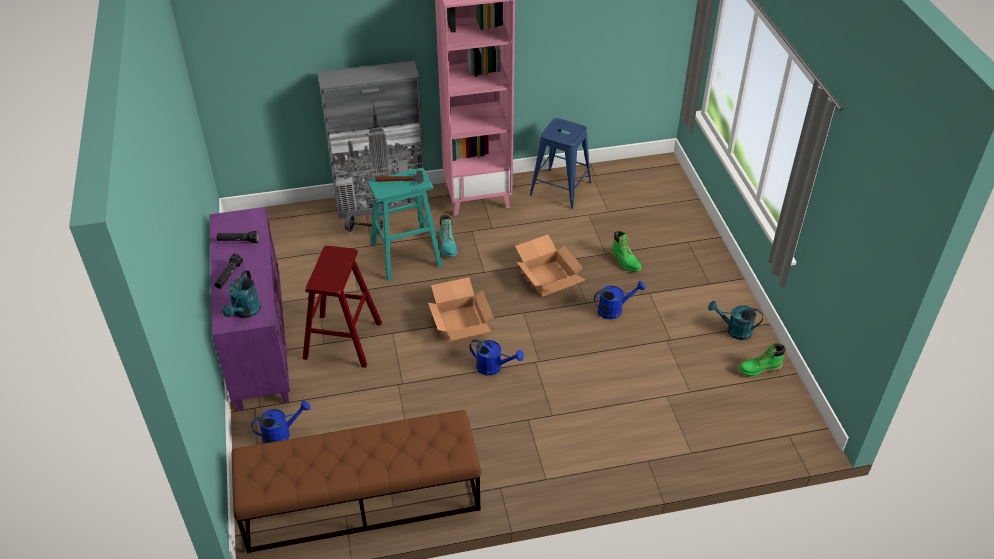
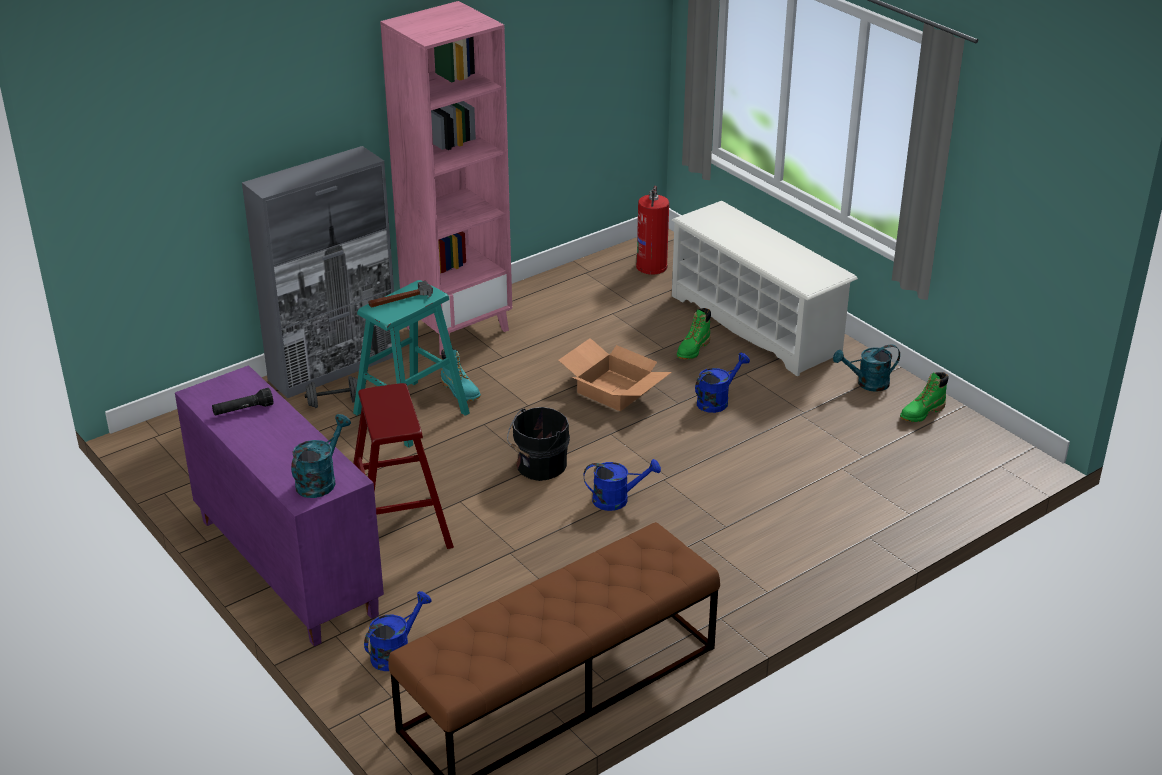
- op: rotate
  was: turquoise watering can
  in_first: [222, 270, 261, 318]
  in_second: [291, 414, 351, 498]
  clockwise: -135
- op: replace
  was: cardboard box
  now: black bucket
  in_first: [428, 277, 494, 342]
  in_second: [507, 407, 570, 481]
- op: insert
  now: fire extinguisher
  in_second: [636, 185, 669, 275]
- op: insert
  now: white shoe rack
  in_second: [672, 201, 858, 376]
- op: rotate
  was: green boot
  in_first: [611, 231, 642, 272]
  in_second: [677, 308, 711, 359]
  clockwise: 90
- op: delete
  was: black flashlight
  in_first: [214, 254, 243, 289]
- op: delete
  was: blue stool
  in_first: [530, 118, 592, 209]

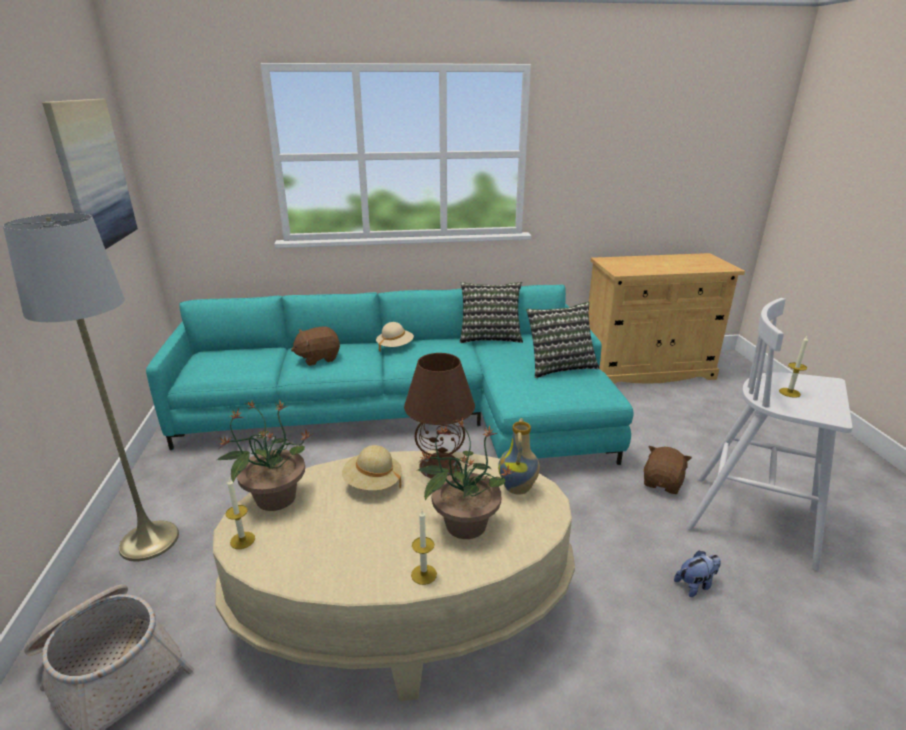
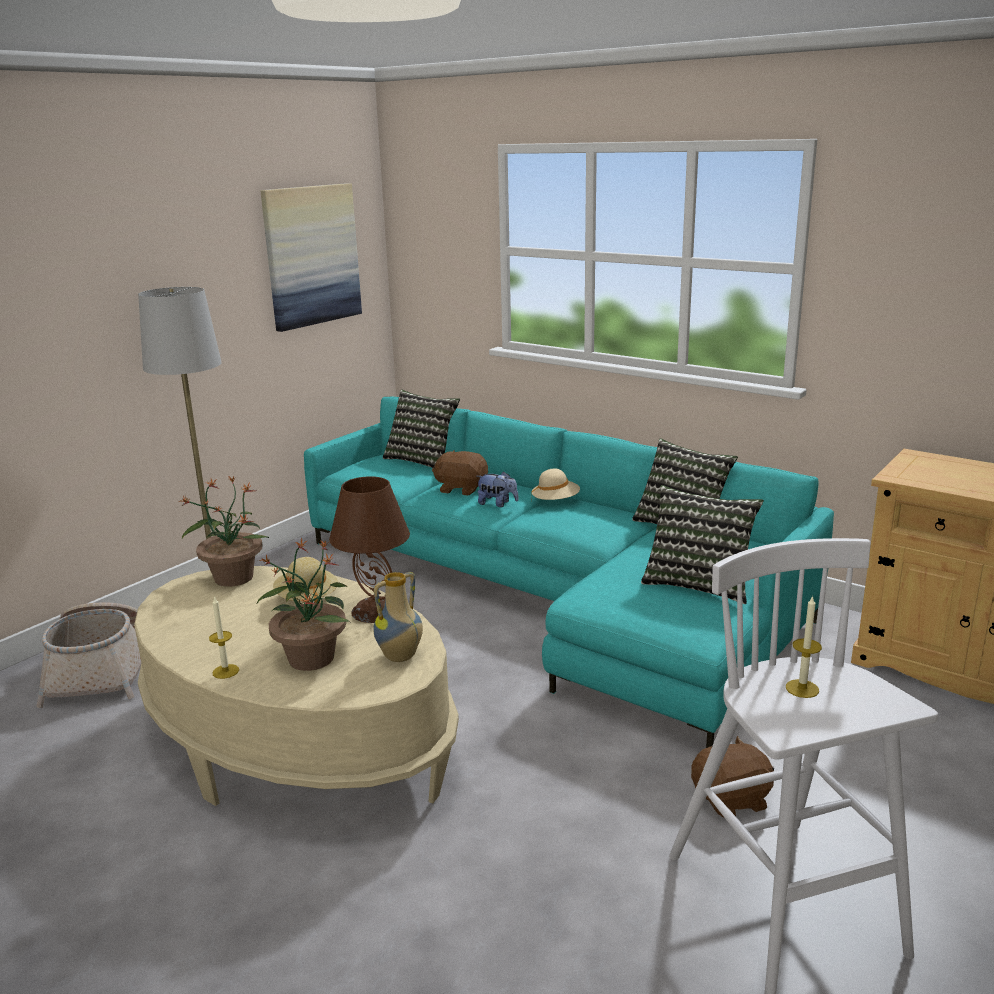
- op: insert
  now: pillow
  in_second: [383, 390, 460, 468]
- op: move
  was: plush toy
  in_first: [674, 551, 721, 597]
  in_second: [477, 471, 518, 507]
- op: delete
  was: candle
  in_first: [225, 479, 255, 549]

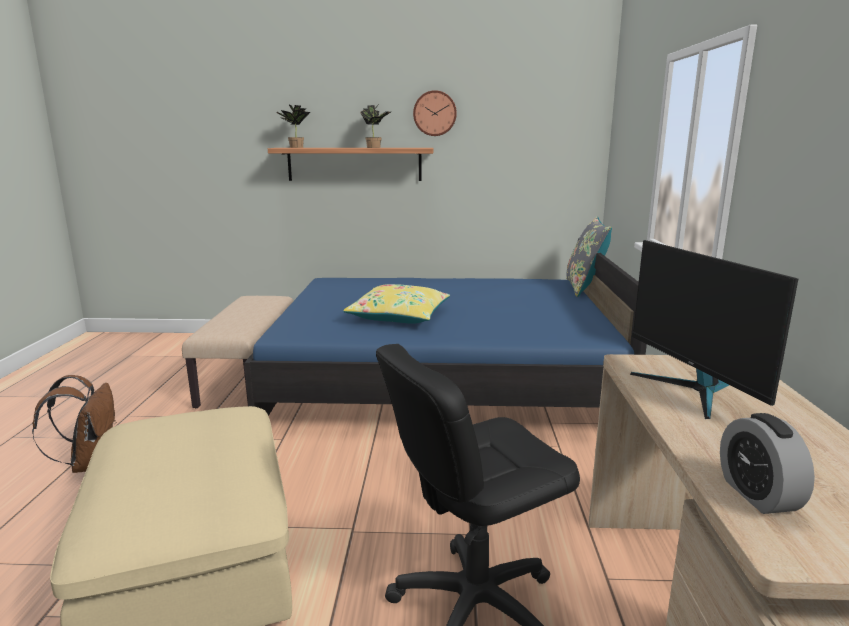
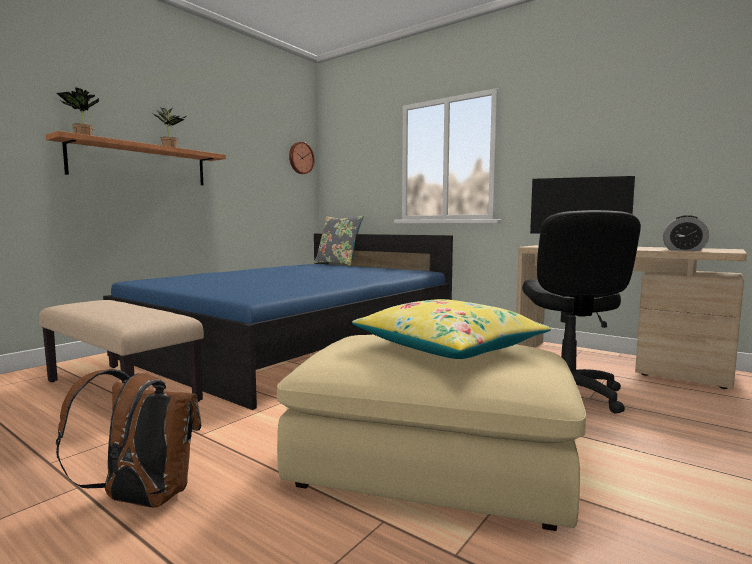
- op: move
  was: wall clock
  in_first: [413, 90, 457, 136]
  in_second: [289, 142, 314, 174]
- op: move
  was: yellow pillow
  in_first: [343, 284, 450, 324]
  in_second: [352, 299, 551, 359]

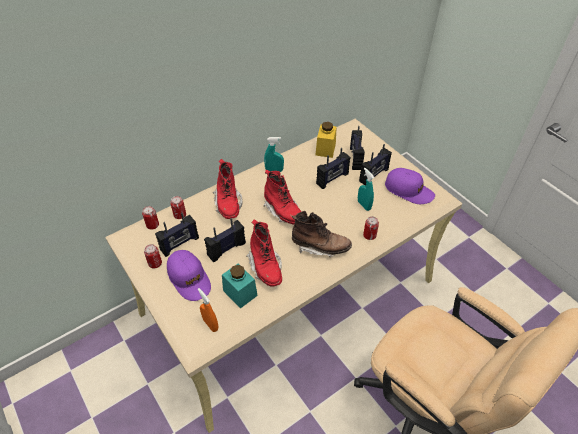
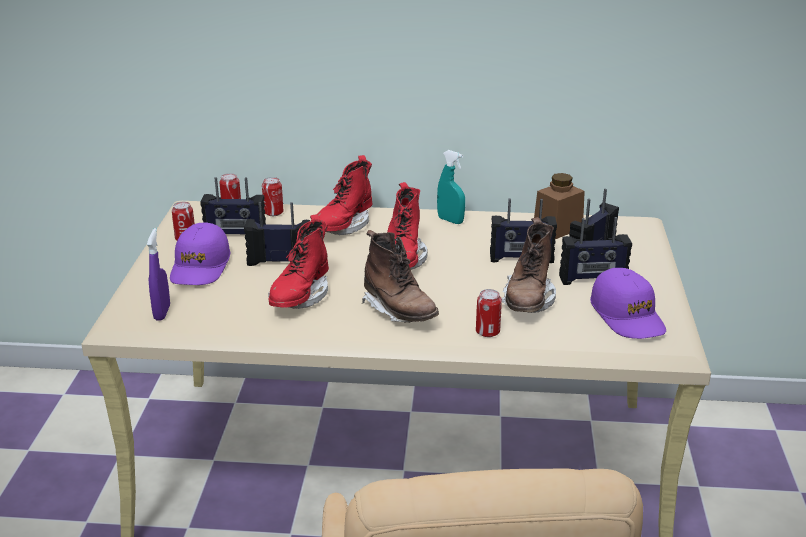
- op: recolor
  was: orange spray bottle
  now: purple spray bottle
  in_first: [198, 288, 218, 332]
  in_second: [147, 228, 170, 320]
- op: replace
  was: turquoise spray bottle
  now: brown boot
  in_first: [358, 168, 374, 211]
  in_second: [501, 217, 556, 313]
- op: recolor
  was: yellow jar
  now: brown jar
  in_first: [315, 122, 337, 158]
  in_second: [534, 173, 585, 239]
- op: delete
  was: turquoise jar
  in_first: [222, 264, 258, 309]

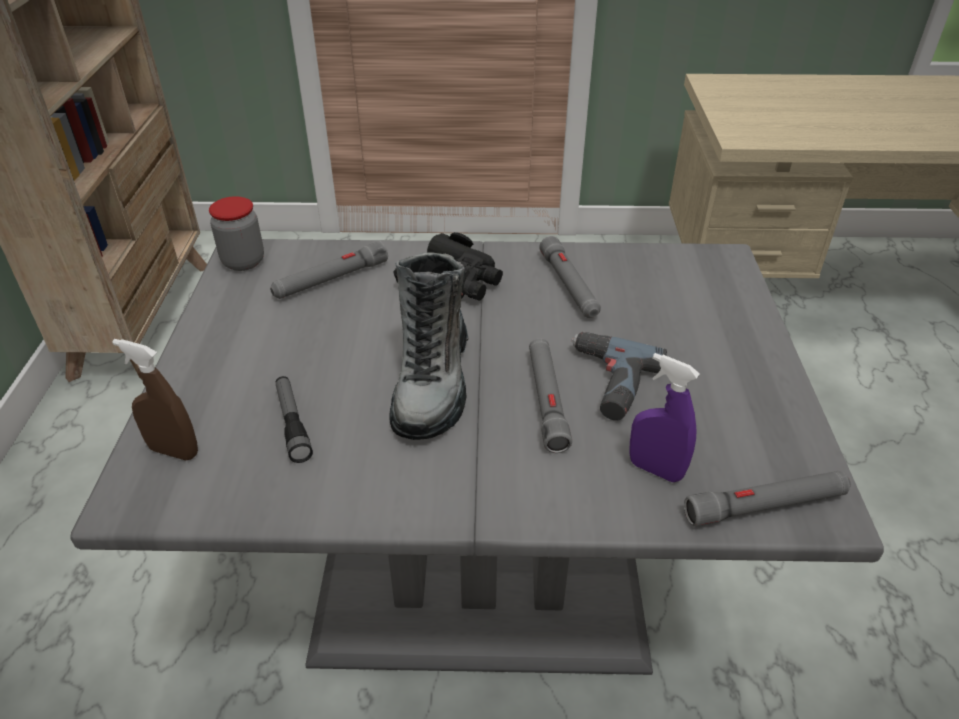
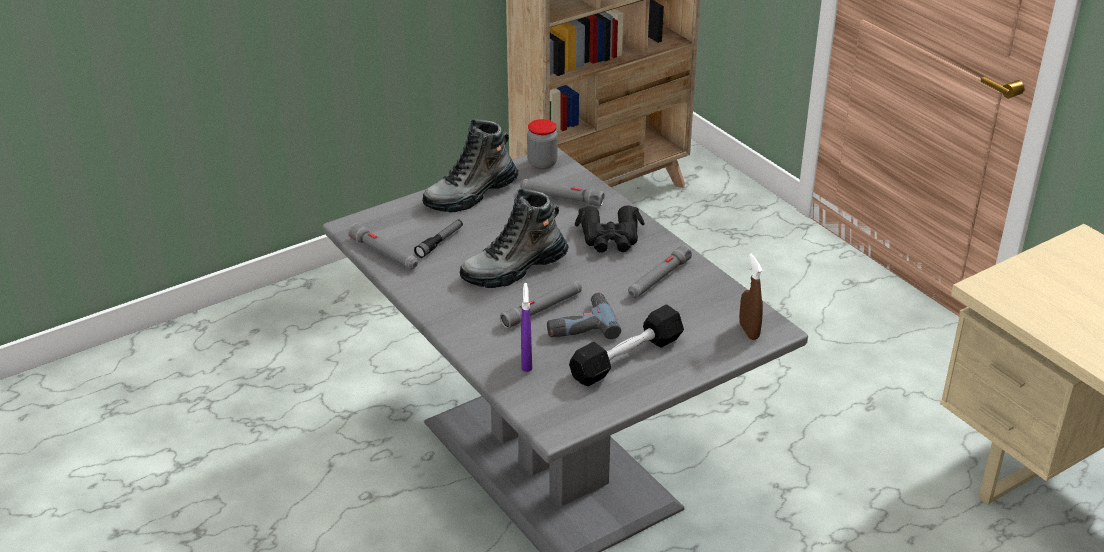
- op: move
  was: grey flashlight
  in_first: [684, 471, 851, 527]
  in_second: [348, 223, 418, 270]
- op: insert
  now: boot
  in_second: [422, 119, 518, 212]
- op: insert
  now: black dumbbell
  in_second: [569, 305, 684, 386]
- op: move
  was: brown spray bottle
  in_first: [112, 339, 198, 461]
  in_second: [739, 254, 763, 340]

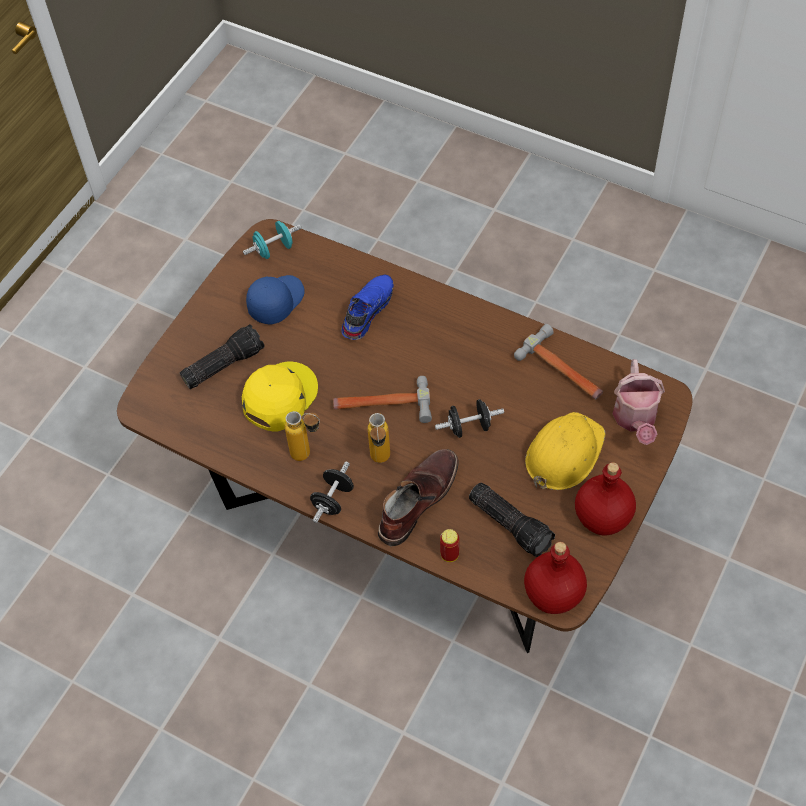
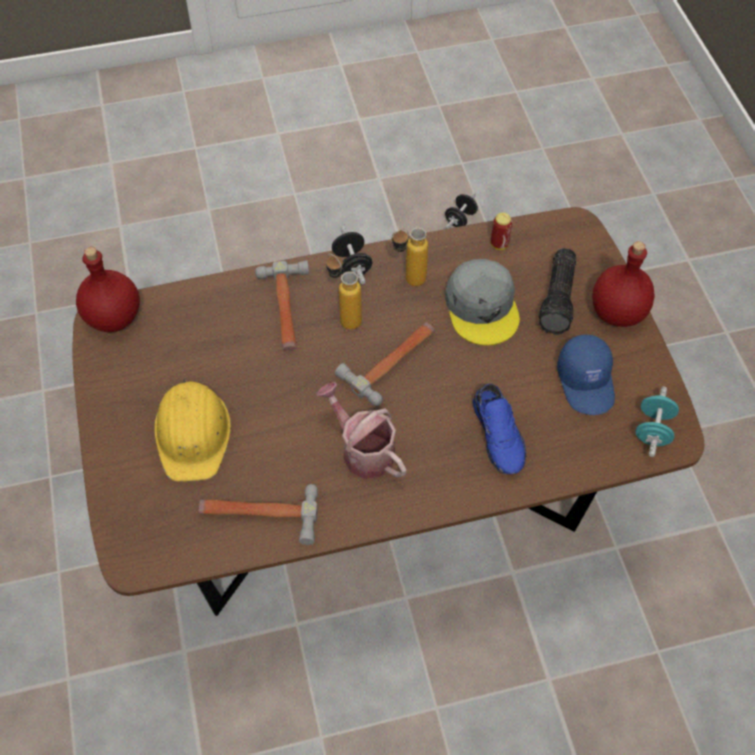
- op: replace
  was: brown boot
  now: hammer
  in_first: [378, 449, 459, 546]
  in_second: [255, 260, 309, 351]
- op: move
  was: watering can
  in_first: [613, 359, 665, 445]
  in_second: [317, 382, 406, 479]
- op: move
  was: black dumbbell
  in_first: [435, 399, 504, 438]
  in_second: [445, 193, 478, 229]
- op: recolor
  was: yellow cap
  now: grey cap
  in_first: [242, 361, 318, 431]
  in_second: [445, 259, 520, 345]
- op: move
  was: can
  in_first: [440, 529, 459, 562]
  in_second: [491, 213, 512, 250]
- op: move
  was: red bottle
  in_first: [575, 462, 636, 535]
  in_second: [592, 241, 655, 327]
- op: delete
  was: flashlight
  in_first: [469, 483, 555, 557]

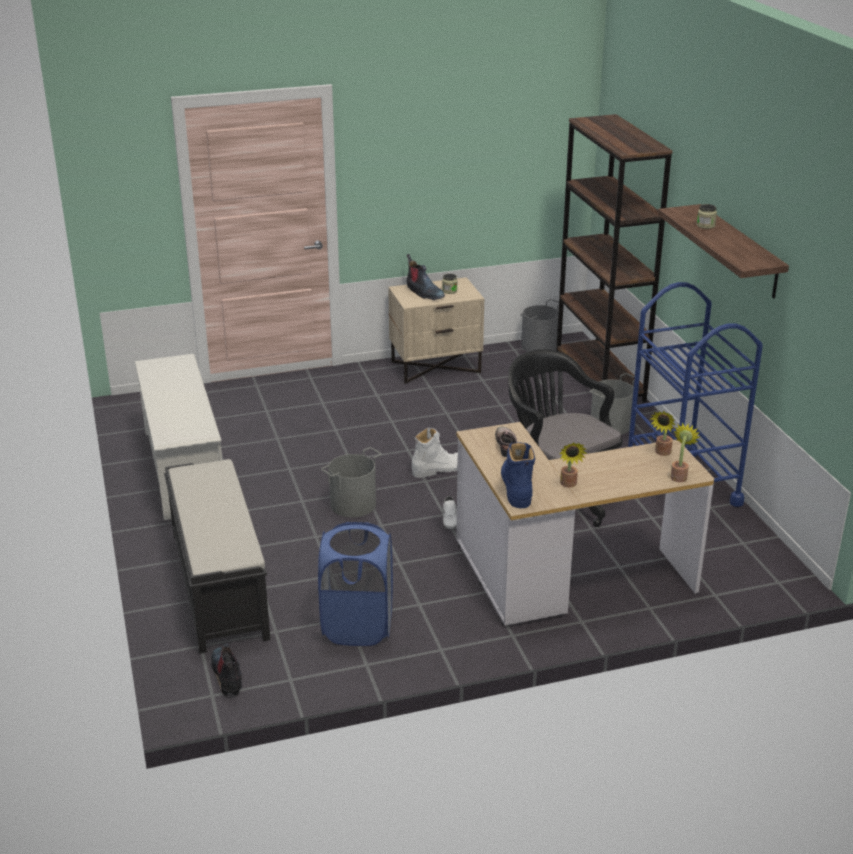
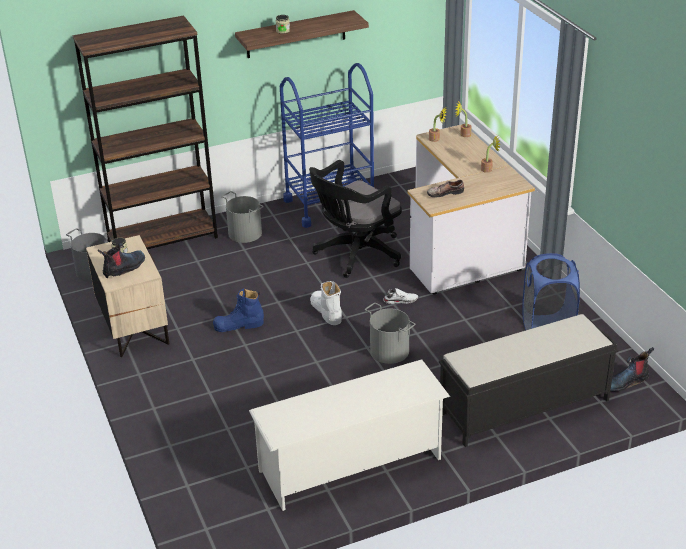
- op: move
  was: blue boot
  in_first: [501, 442, 535, 508]
  in_second: [213, 288, 264, 332]

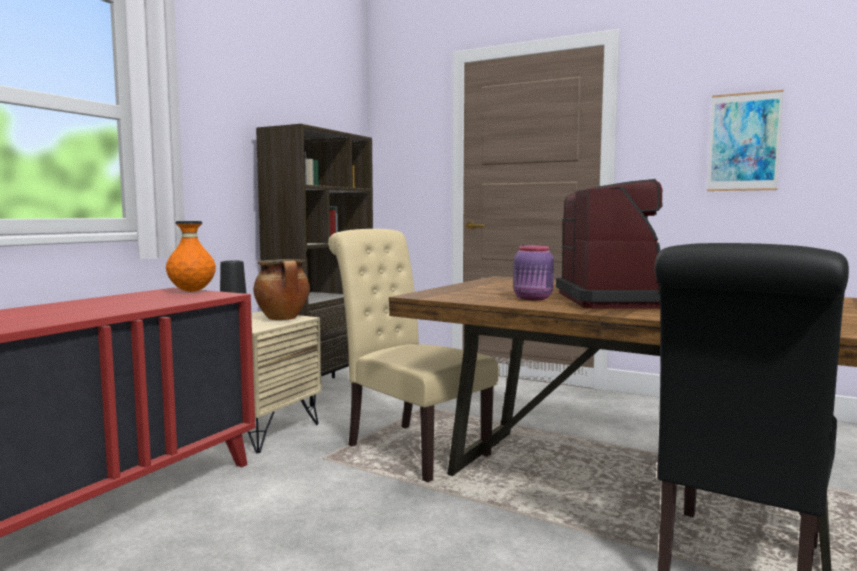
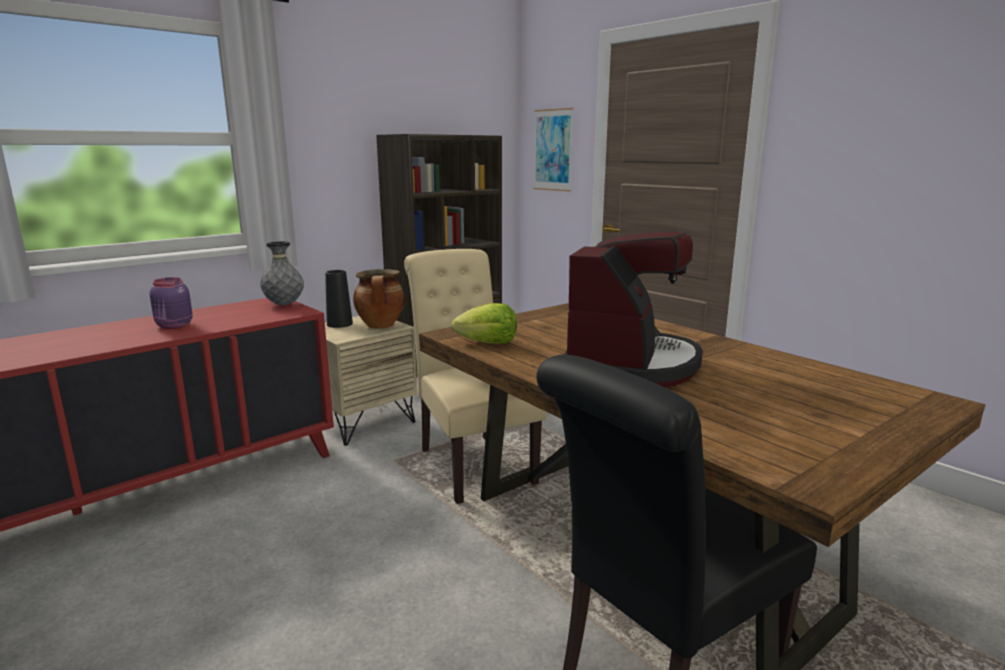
- op: move
  was: purple jar
  in_first: [513, 245, 554, 300]
  in_second: [149, 277, 193, 329]
- op: recolor
  was: orange vase
  now: grey vase
  in_first: [166, 221, 216, 292]
  in_second: [260, 241, 304, 305]
- op: insert
  now: lettuce
  in_second: [452, 303, 517, 344]
- op: move
  was: picture
  in_first: [707, 90, 784, 191]
  in_second: [533, 108, 573, 192]

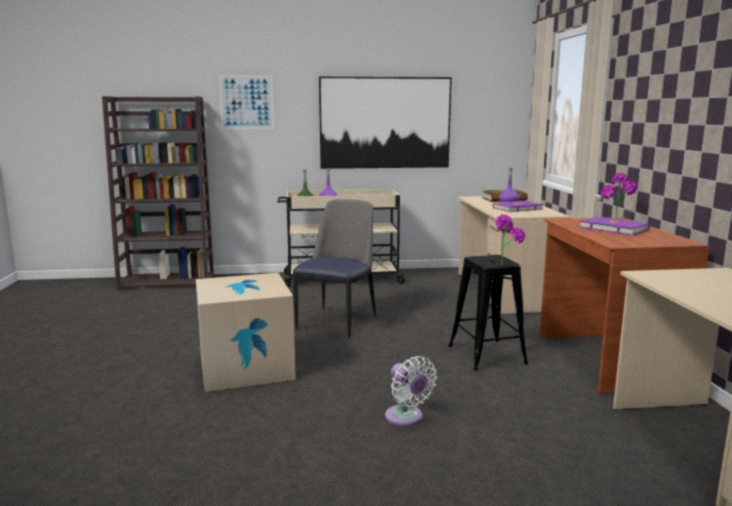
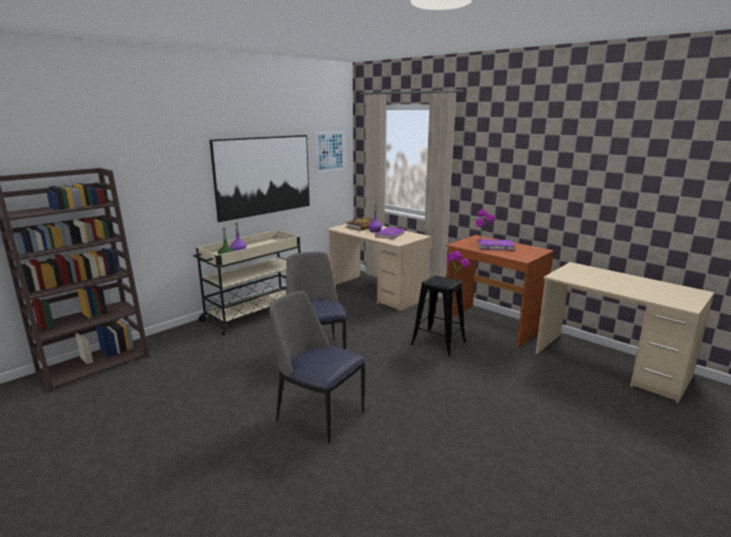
- op: replace
  was: cardboard box
  now: chair
  in_first: [196, 273, 296, 392]
  in_second: [269, 291, 365, 444]
- op: move
  was: picture
  in_first: [219, 75, 274, 129]
  in_second: [315, 131, 345, 173]
- op: delete
  was: white fan
  in_first: [385, 356, 437, 426]

